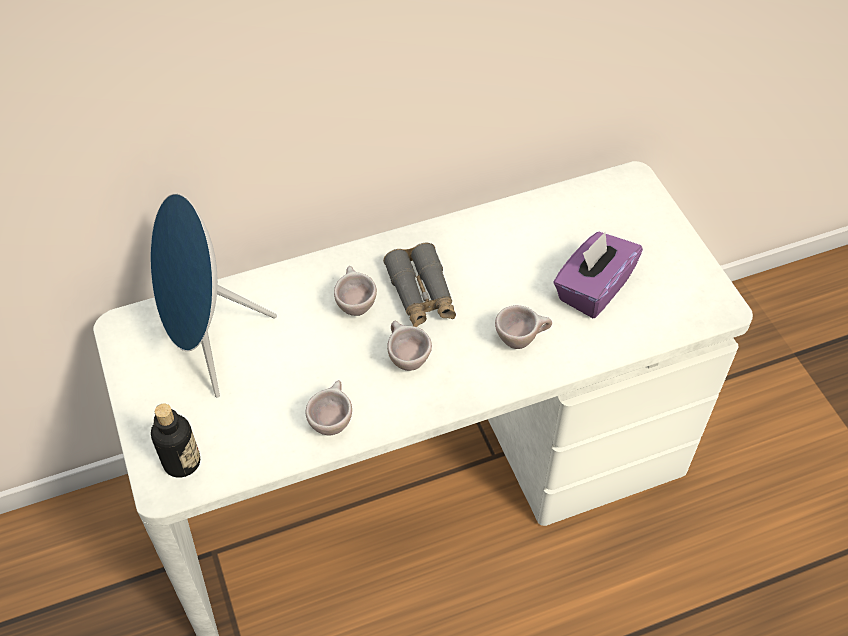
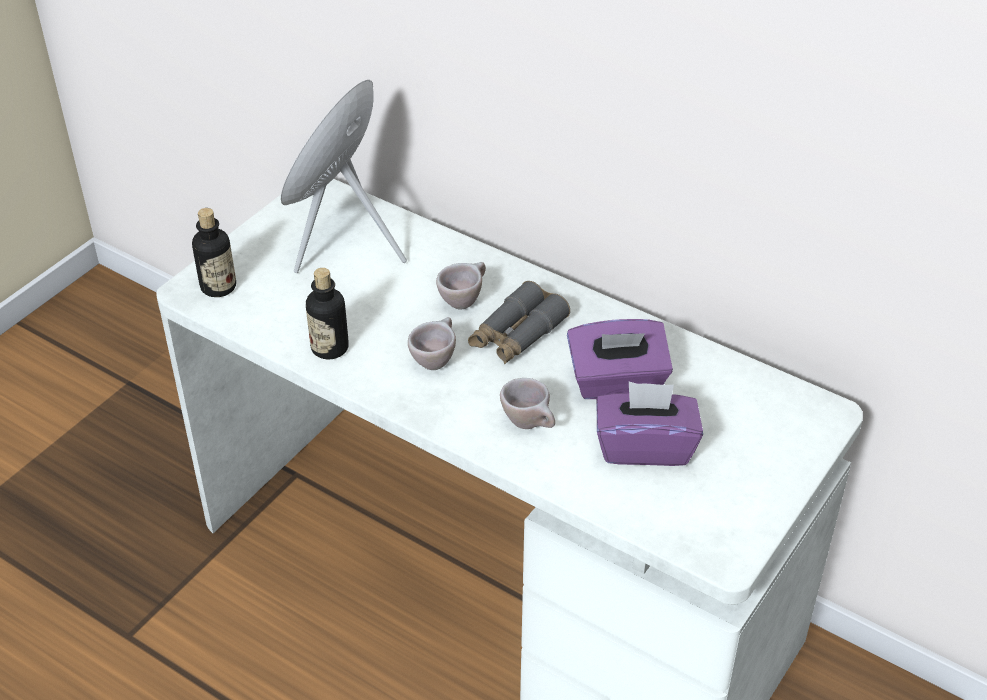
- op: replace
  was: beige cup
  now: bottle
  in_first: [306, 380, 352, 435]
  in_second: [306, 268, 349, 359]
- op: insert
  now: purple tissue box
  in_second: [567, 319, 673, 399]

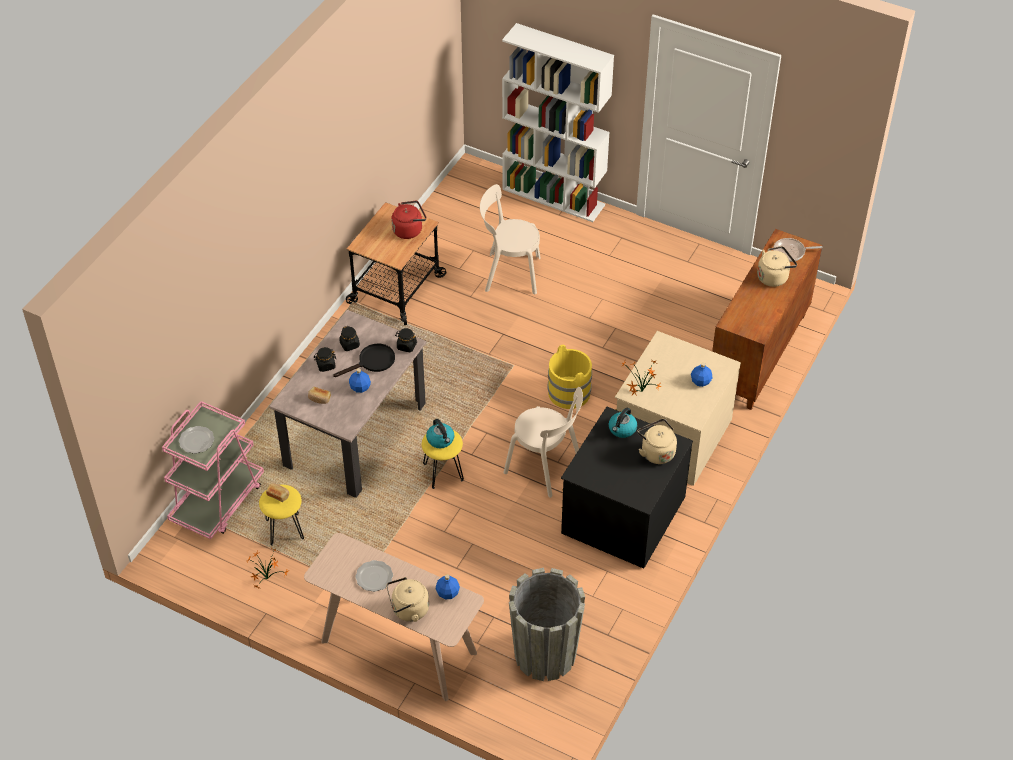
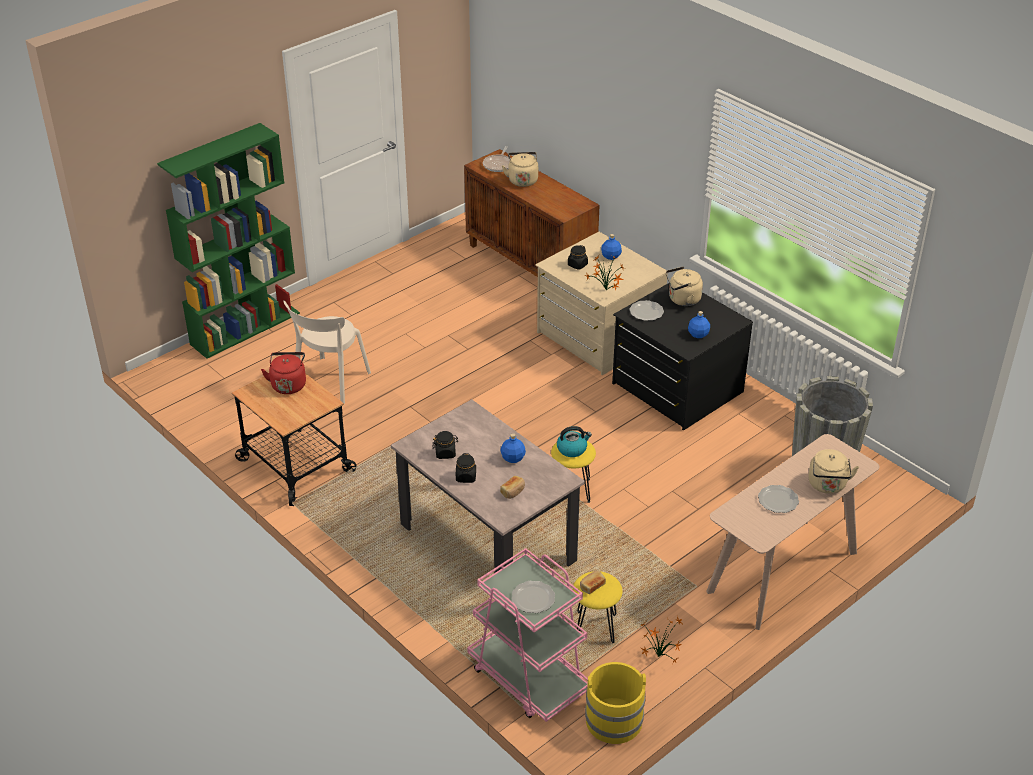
- op: recolor
  was: white bookcase
  now: green bookcase
  in_first: [502, 23, 614, 222]
  in_second: [157, 123, 300, 359]
- op: move
  was: black jar
  in_first: [395, 328, 417, 352]
  in_second: [568, 245, 588, 270]
- op: move
  was: yellow bucket
  in_first: [548, 345, 592, 409]
  in_second: [585, 662, 646, 744]
- op: replace
  was: kettle
  now: plate
  in_first: [609, 408, 637, 438]
  in_second: [629, 300, 664, 321]
- op: move
  was: blue bottle
  in_first: [436, 574, 460, 599]
  in_second: [688, 311, 710, 338]
- op: delete
  was: black frying pan
  in_first: [333, 344, 395, 377]
- op: delete
  was: beige chair
  in_first: [504, 387, 583, 498]

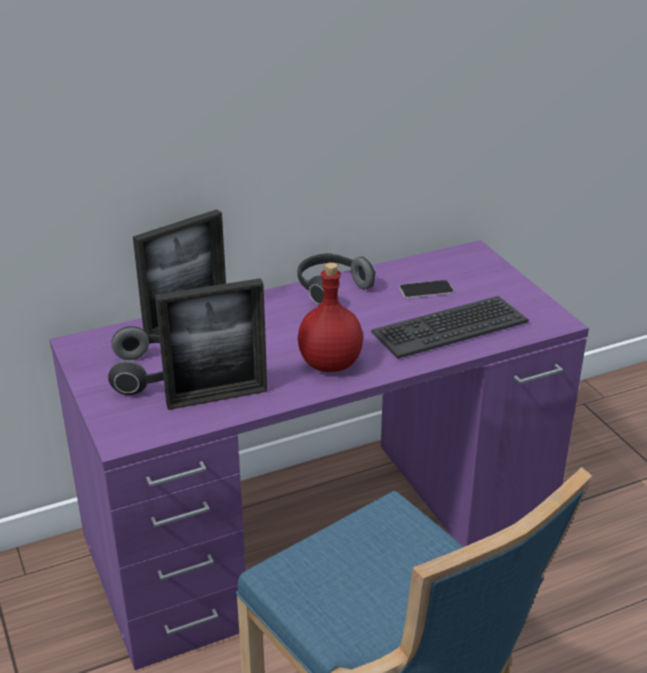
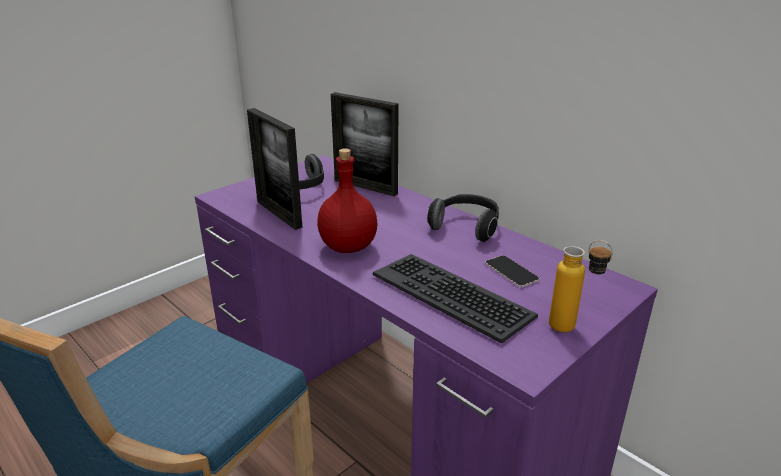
- op: insert
  now: bottle
  in_second: [549, 240, 613, 332]

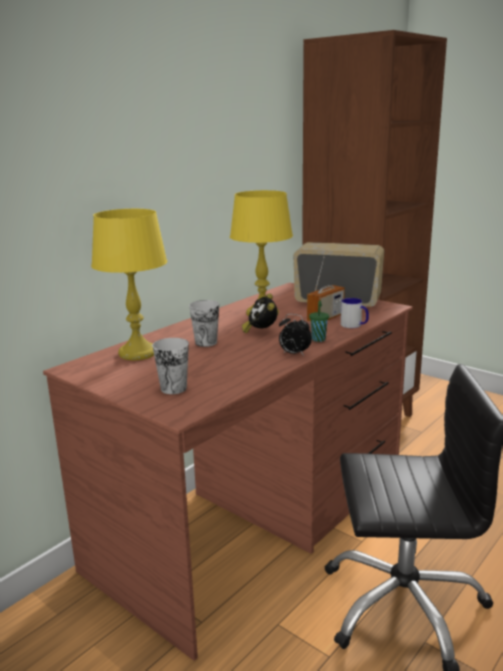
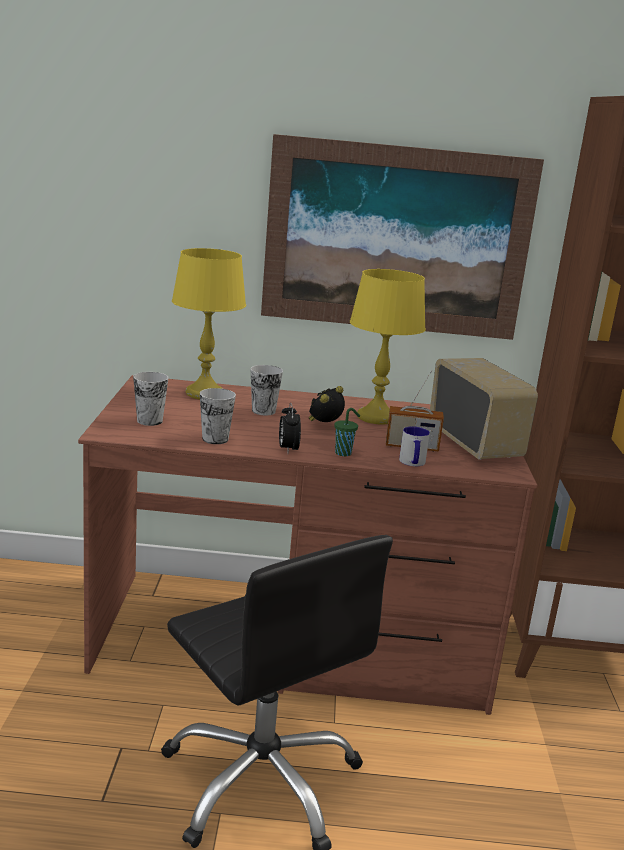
- op: insert
  now: cup
  in_second: [200, 388, 236, 444]
- op: insert
  now: picture
  in_second: [261, 134, 544, 340]

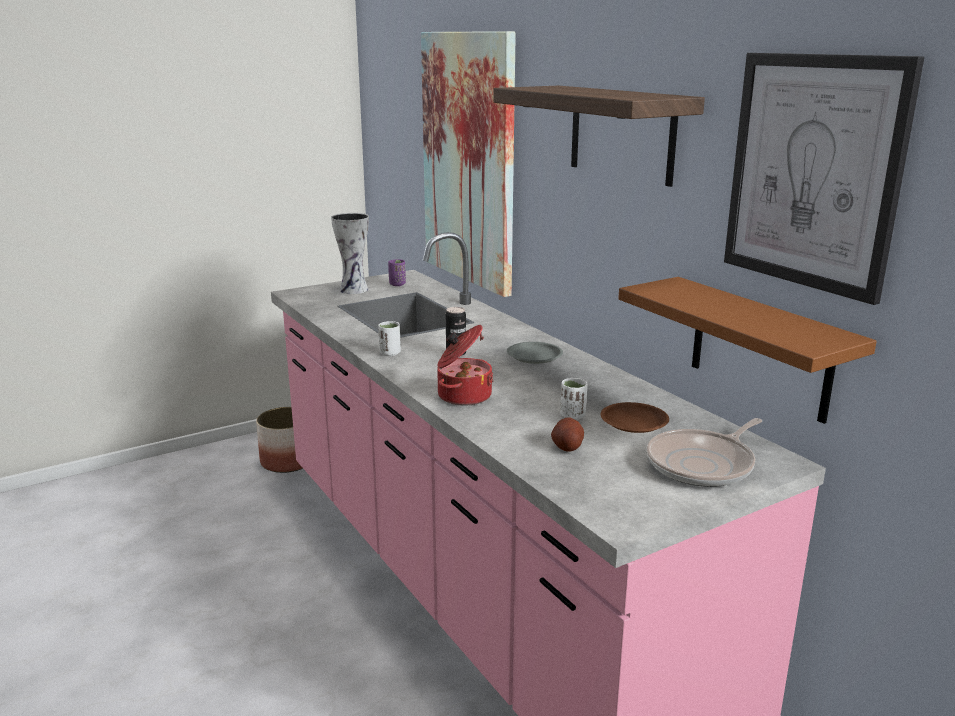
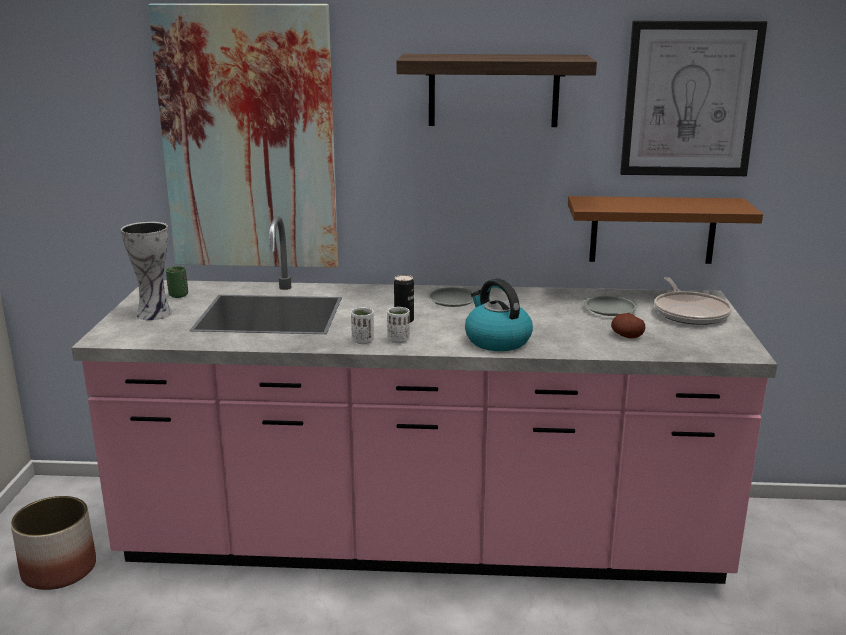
- op: recolor
  was: purple cup
  now: green cup
  in_first: [388, 259, 406, 286]
  in_second: [166, 266, 188, 298]
- op: move
  was: white cup
  in_first: [560, 378, 587, 420]
  in_second: [387, 307, 410, 343]
- op: replace
  was: cooking pot
  now: kettle
  in_first: [437, 325, 493, 406]
  in_second: [465, 279, 533, 351]
- op: recolor
  was: brown plate
  now: grey plate
  in_first: [601, 402, 669, 433]
  in_second: [584, 296, 638, 316]

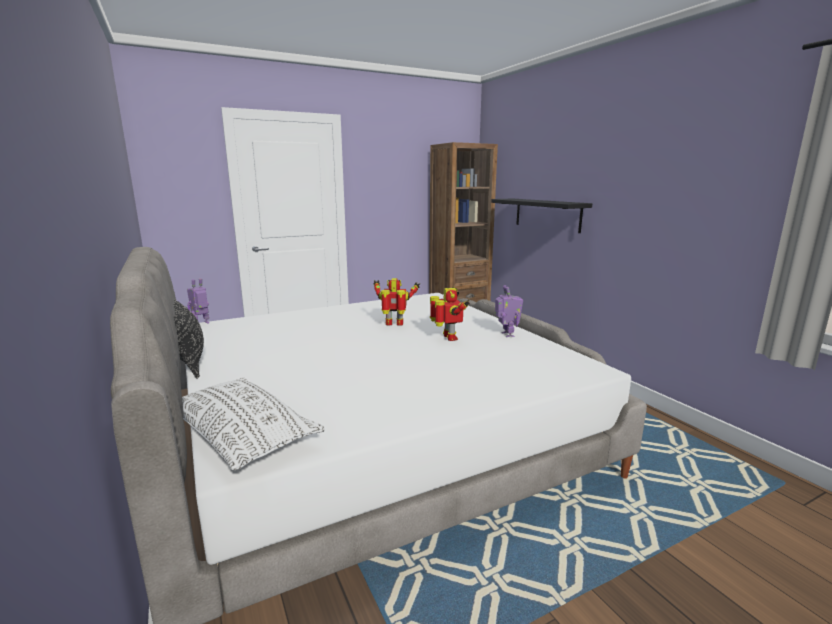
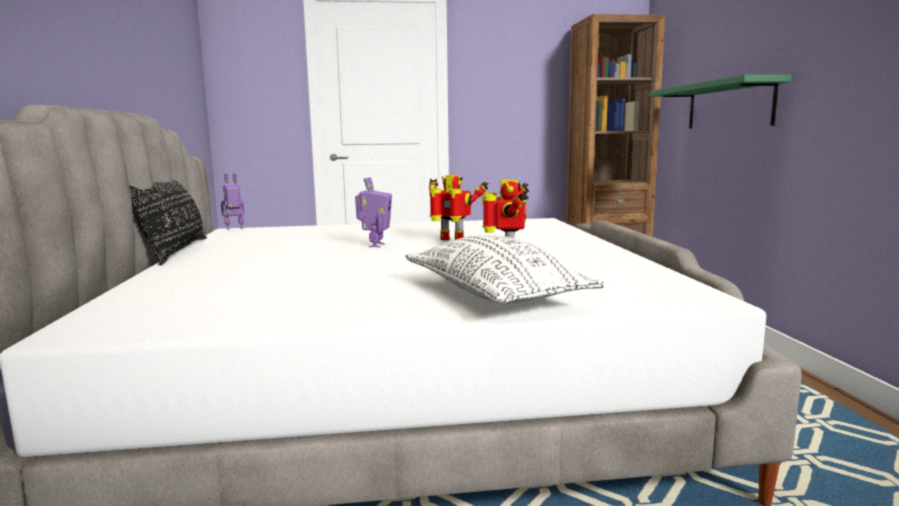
- op: move
  was: toy robot
  in_first: [495, 285, 523, 337]
  in_second: [355, 177, 392, 248]
- op: move
  was: white pillow
  in_first: [182, 377, 325, 470]
  in_second: [405, 235, 604, 303]
- op: recolor
  was: black shelf
  now: green shelf
  in_first: [491, 198, 592, 233]
  in_second: [649, 75, 792, 129]

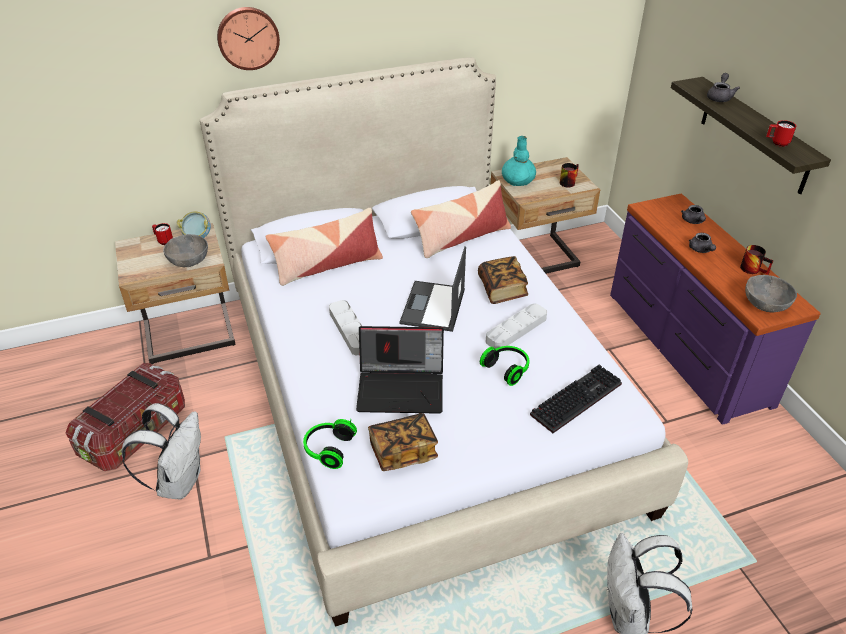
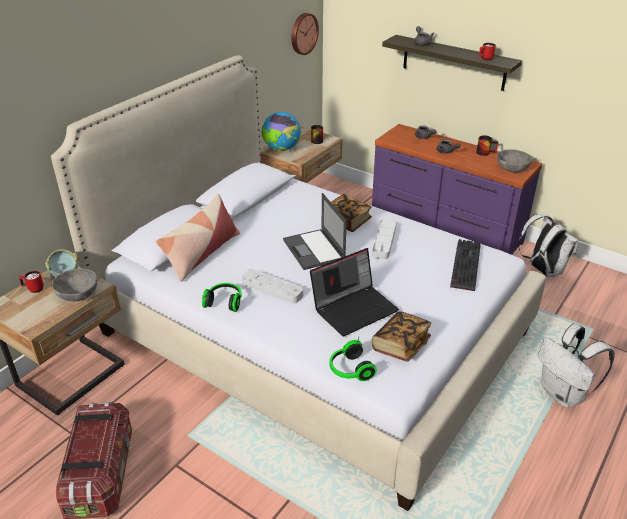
- op: move
  was: headphones
  in_first: [480, 346, 529, 386]
  in_second: [202, 283, 242, 312]
- op: replace
  was: turquoise vase
  now: globe
  in_first: [502, 136, 536, 186]
  in_second: [262, 112, 301, 151]
- op: move
  was: wall clock
  in_first: [217, 7, 280, 70]
  in_second: [291, 13, 319, 55]
- op: move
  was: white backpack
  in_first: [122, 403, 201, 499]
  in_second: [518, 214, 579, 277]
- op: delete
  was: pillow
  in_first: [411, 180, 511, 258]

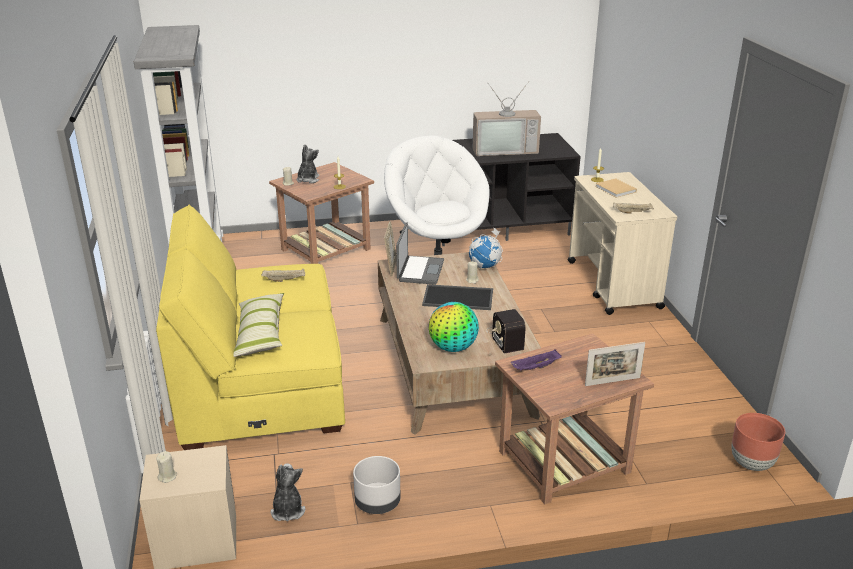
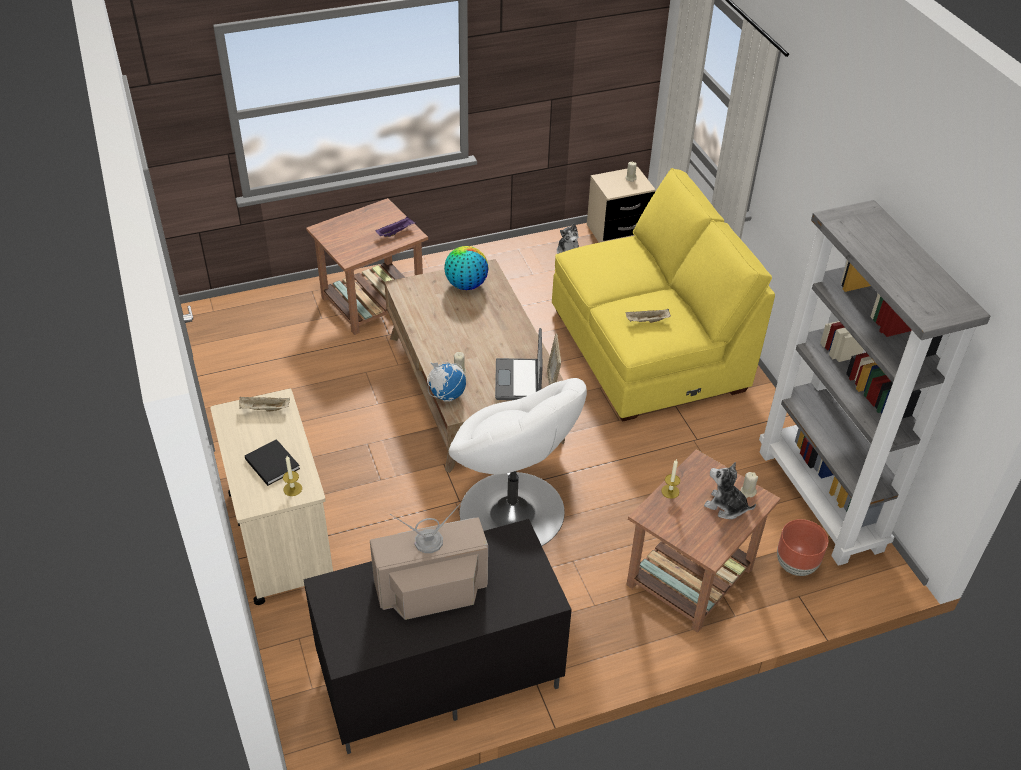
- op: recolor
  was: beige book
  now: black book
  in_first: [595, 178, 637, 198]
  in_second: [245, 439, 300, 486]
- op: rotate
  was: plush toy
  in_first: [297, 144, 319, 183]
  in_second: [704, 462, 756, 519]
  clockwise: 120
- op: move
  was: brown planter
  in_first: [731, 413, 785, 471]
  in_second: [777, 519, 828, 576]
- op: delete
  was: pillow
  in_first: [233, 293, 284, 357]
- op: delete
  was: grey planter
  in_first: [353, 456, 401, 514]
- op: delete
  was: tray
  in_first: [422, 284, 493, 310]
- op: delete
  was: radio
  in_first: [486, 309, 526, 354]
- op: delete
  was: picture frame
  in_first: [585, 342, 645, 386]

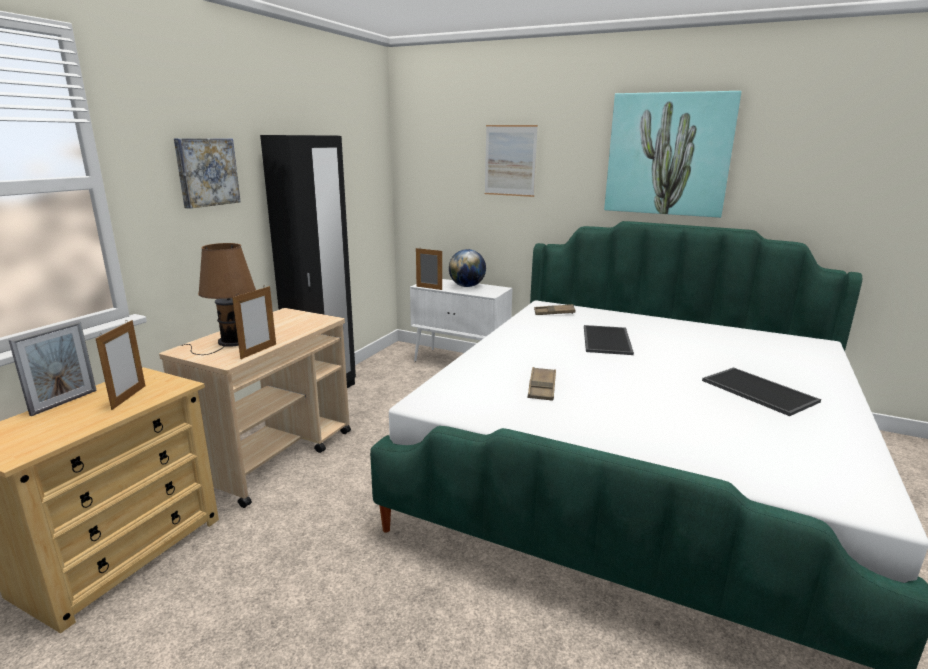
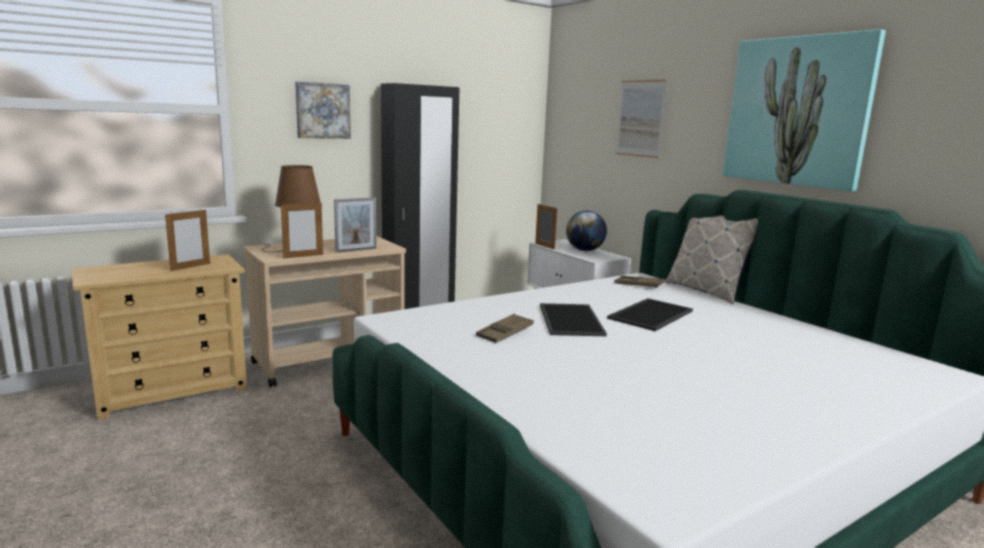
- op: move
  was: picture frame
  in_first: [9, 321, 97, 416]
  in_second: [334, 197, 376, 253]
- op: move
  was: tray
  in_first: [702, 367, 821, 416]
  in_second: [540, 303, 607, 336]
- op: insert
  now: pillow
  in_second: [665, 215, 758, 304]

